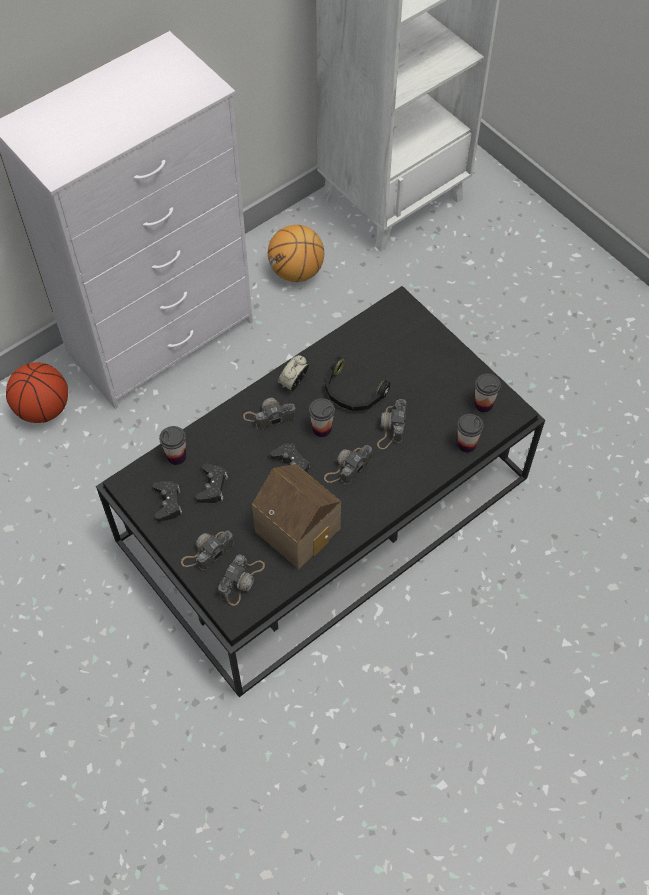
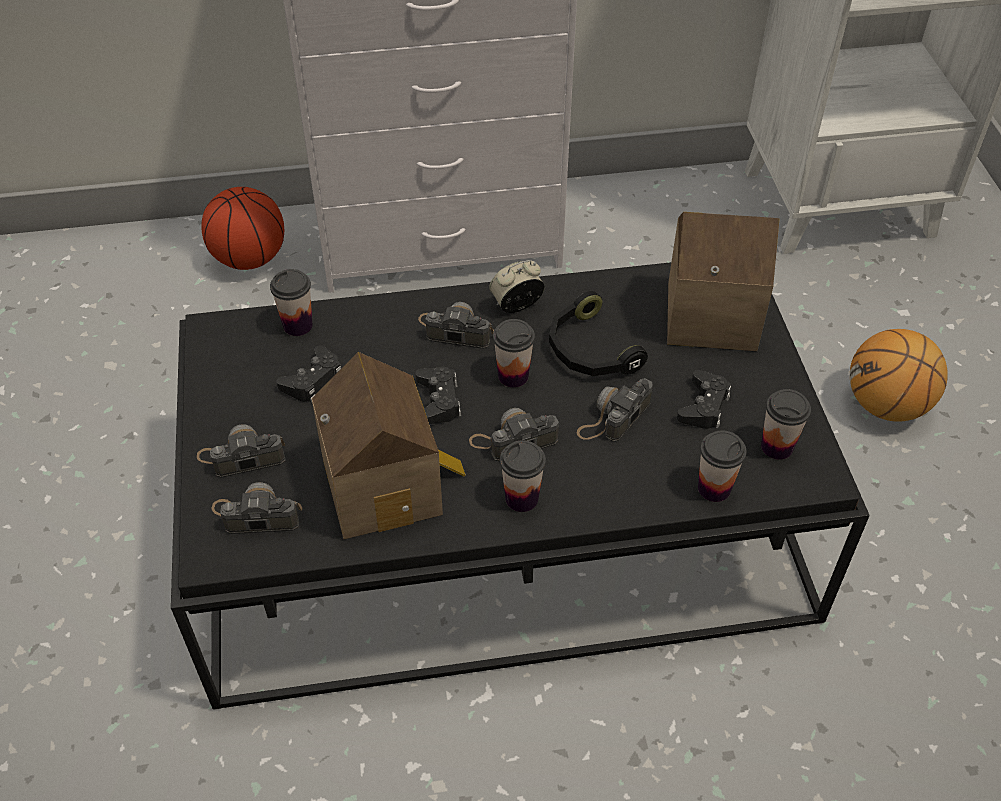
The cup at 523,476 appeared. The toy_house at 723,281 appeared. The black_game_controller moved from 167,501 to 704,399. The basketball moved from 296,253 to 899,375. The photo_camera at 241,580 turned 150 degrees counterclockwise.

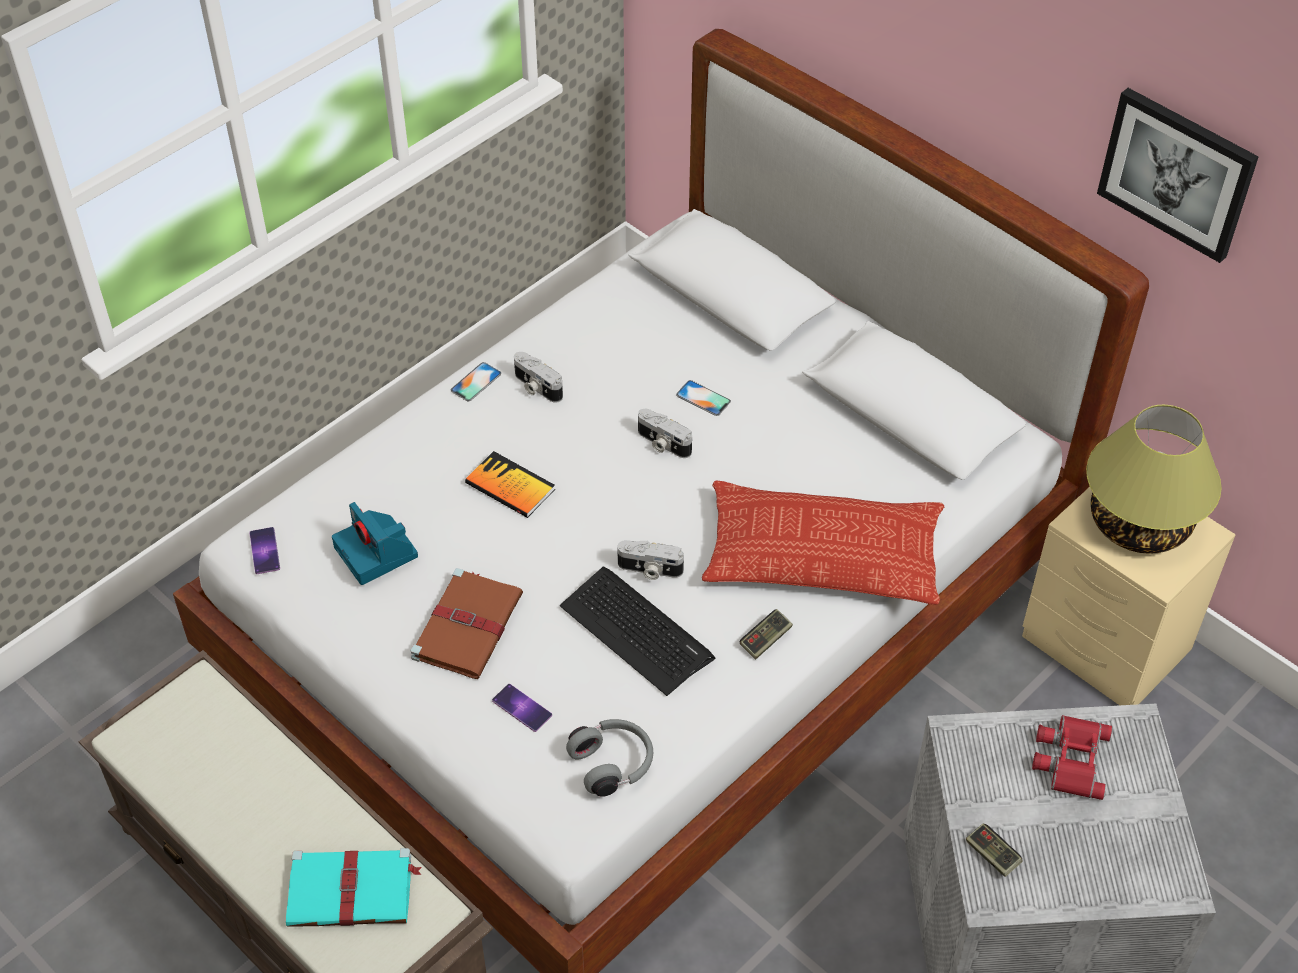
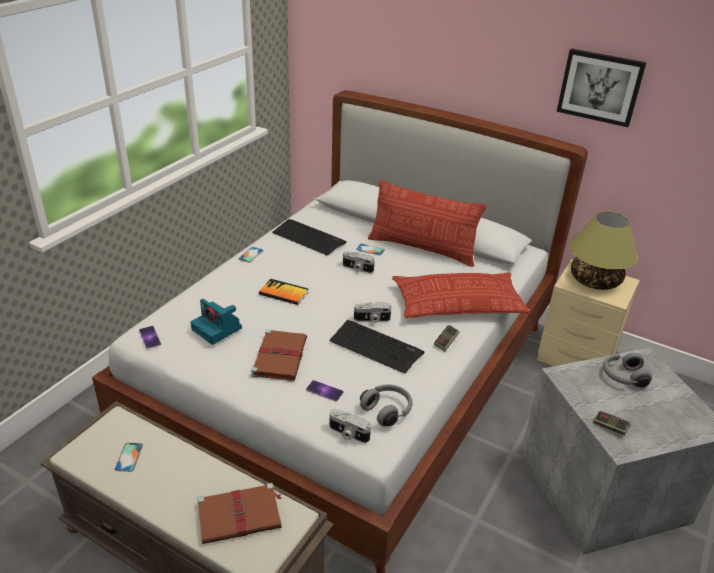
The phone at 129,457 appeared. The keyboard at 309,237 appeared. The pillow at 427,223 appeared. The photo_camera moved from 538,377 to 350,426. The red_binoculars at 1072,757 was replaced by the grey_headphones at 627,370. The turquoise_book at 354,887 became the brown_book at 239,513.

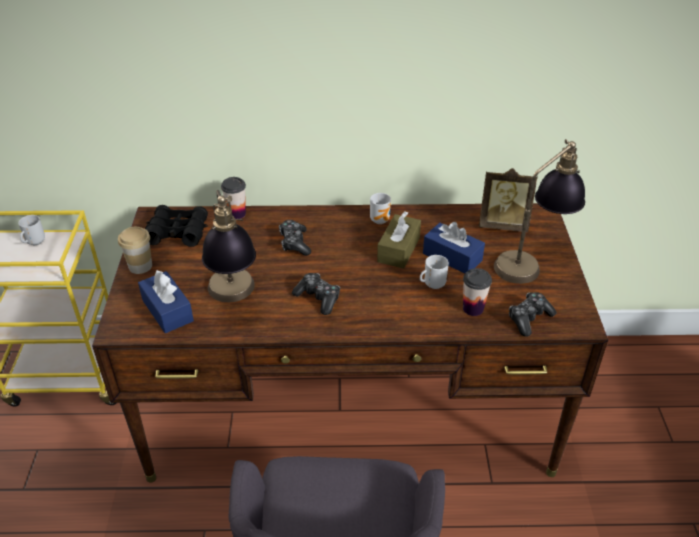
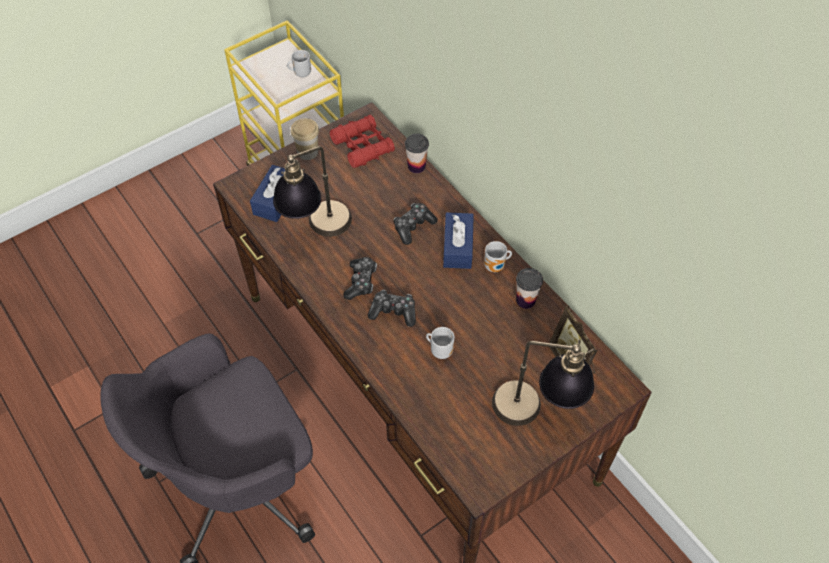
The brown_tissue_box at 399,240 disappeared. The blue_tissue_box moved from 454,247 to 458,240. The cup moved from 477,292 to 529,288. The game_controller moved from 533,314 to 392,308. The black_binoculars at 176,226 became the red_binoculars at 362,141.

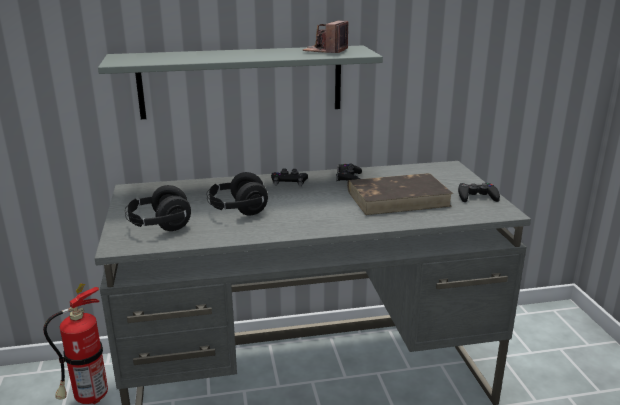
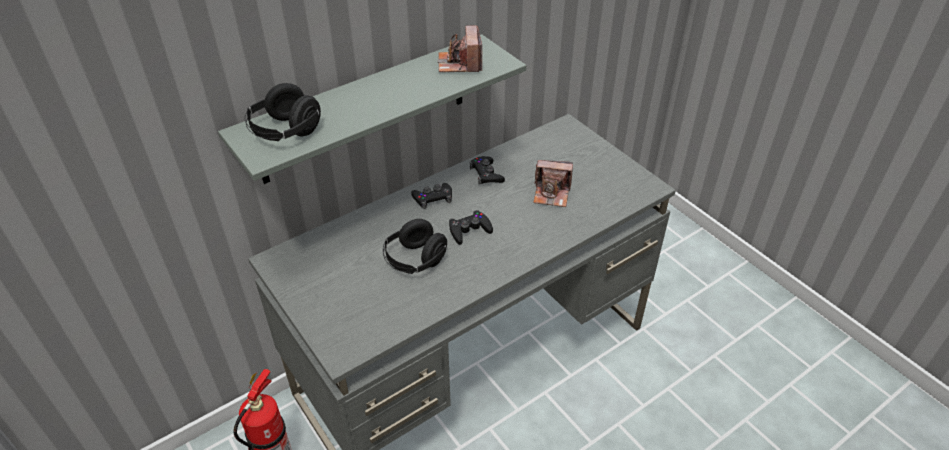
The black_headphones moved from 158,208 to 283,112. The black_game_controller moved from 479,192 to 471,227. The brown_book at 400,194 was replaced by the photo_camera at 553,183.

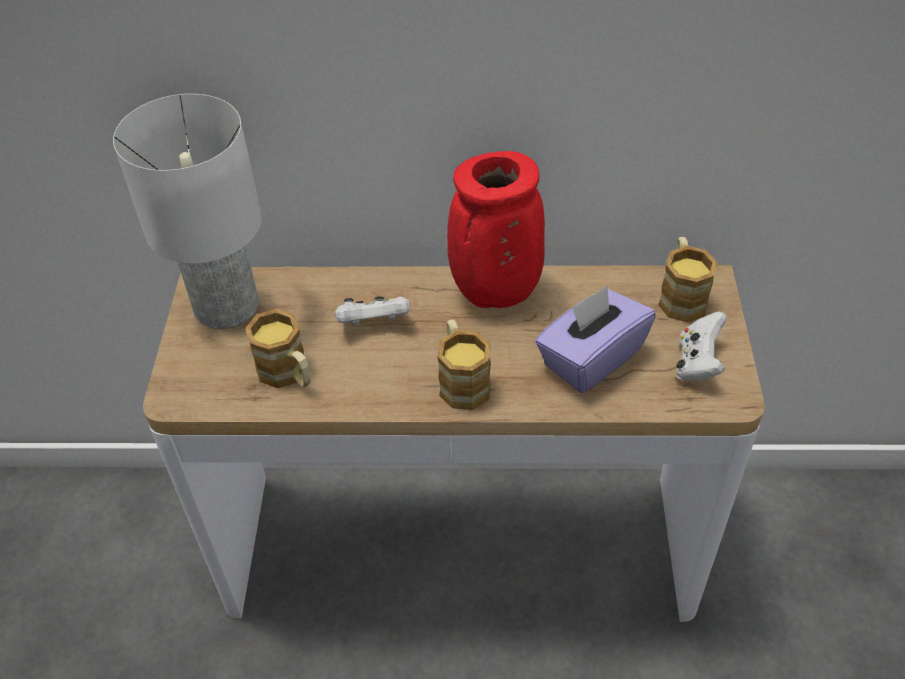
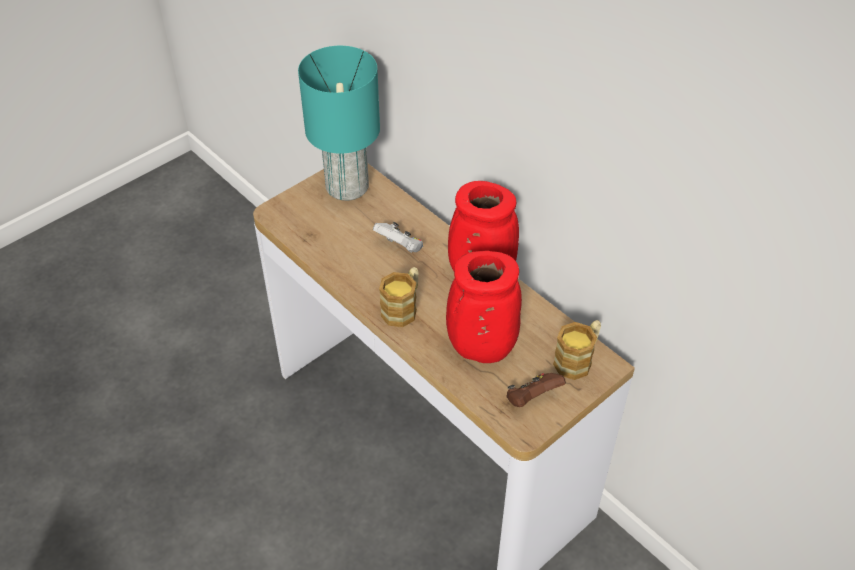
The mug at 278,348 disappeared. The purple_tissue_box at 595,339 was replaced by the red_vase at 484,307. The white_table_lamp at 187,211 became the turquoise_table_lamp at 339,123. The white_game_controller at 701,347 became the brown_game_controller at 536,390.

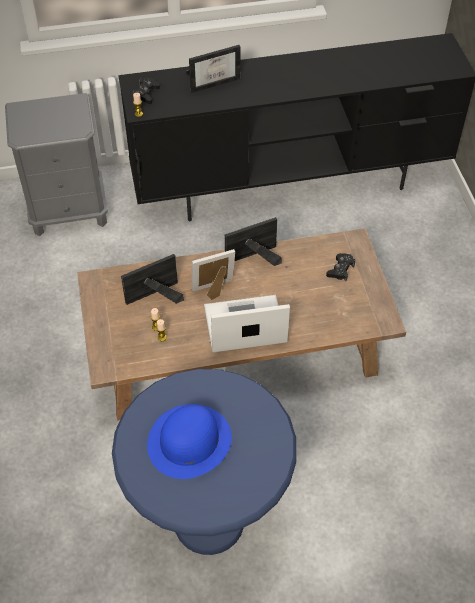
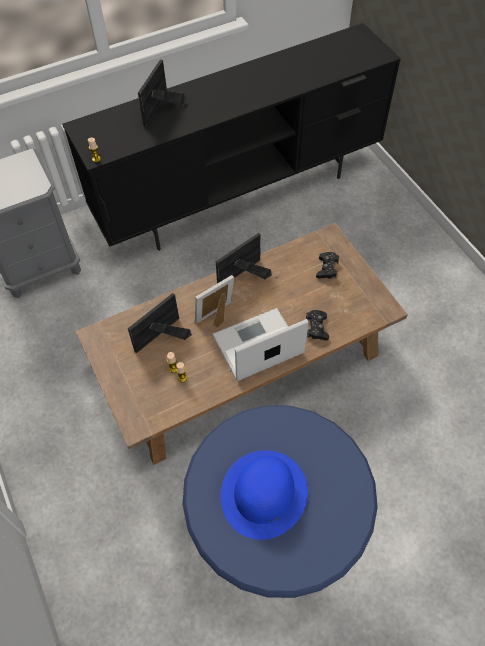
The black_game_controller moved from 146,90 to 317,325. The picture_frame at 213,69 turned 150 degrees clockwise.

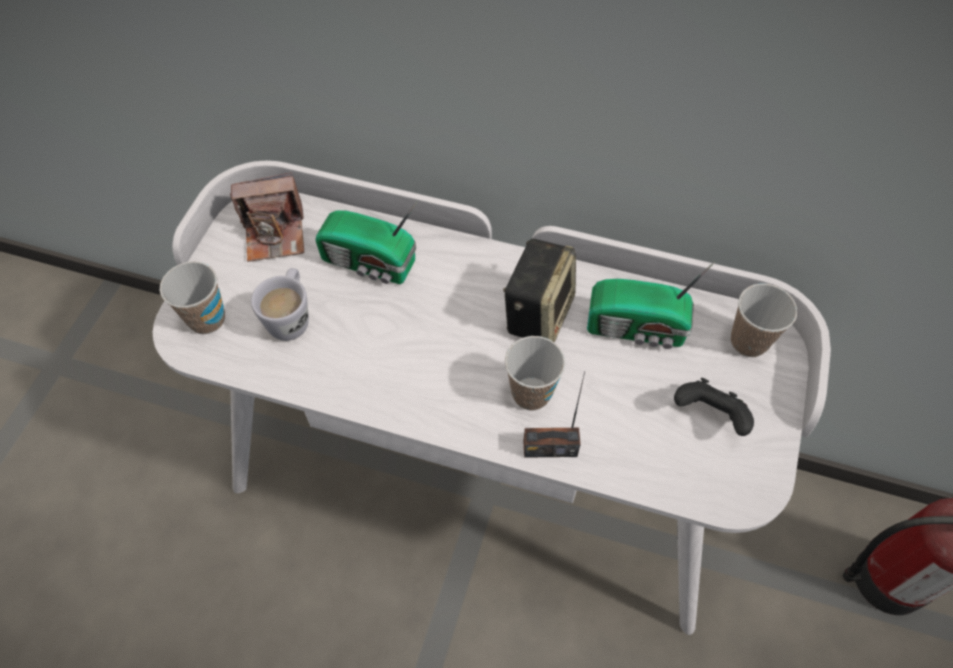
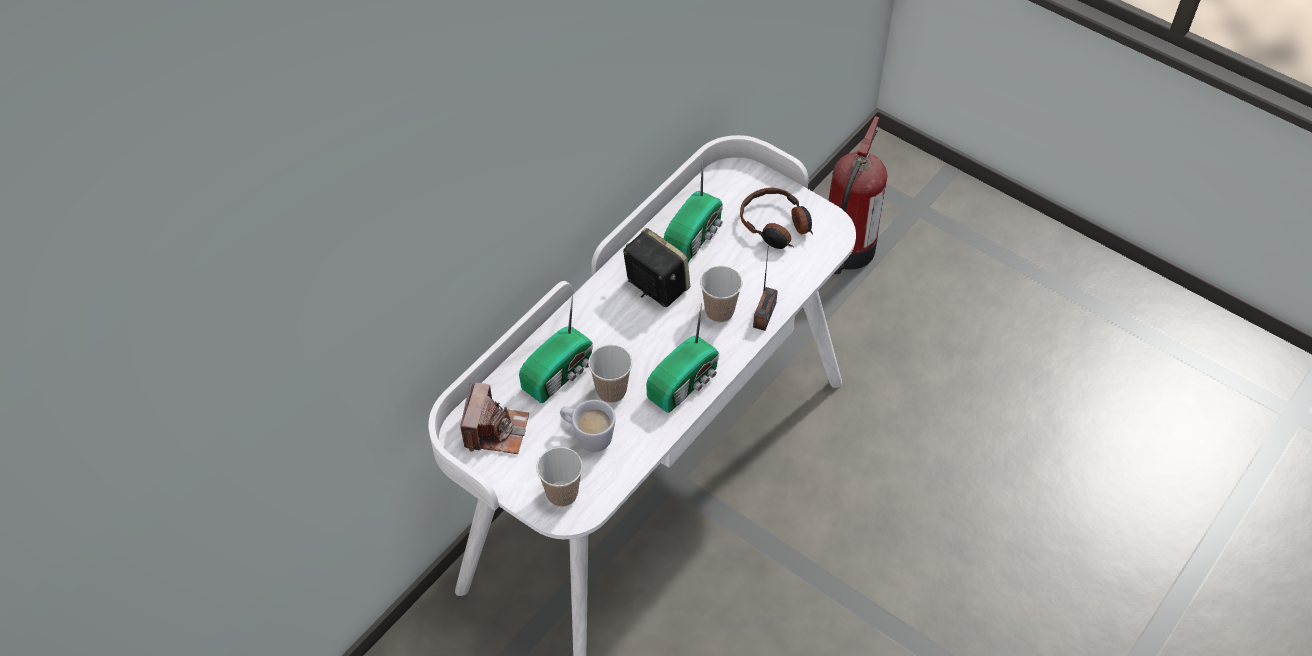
The radio at 682,358 appeared. The cup moved from 764,320 to 610,374. The black_game_controller at 714,407 was replaced by the headphones at 776,218.

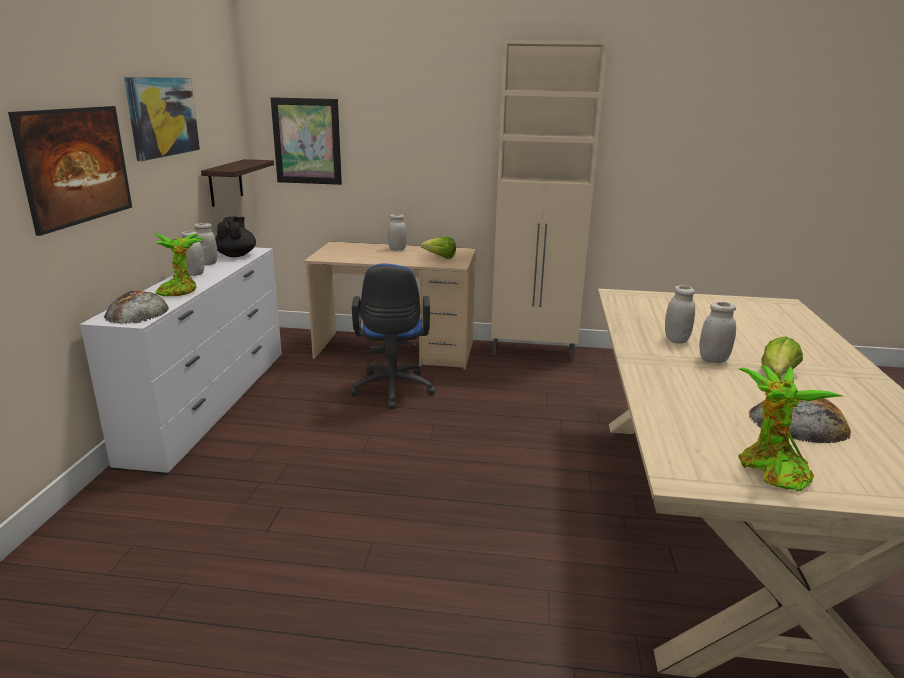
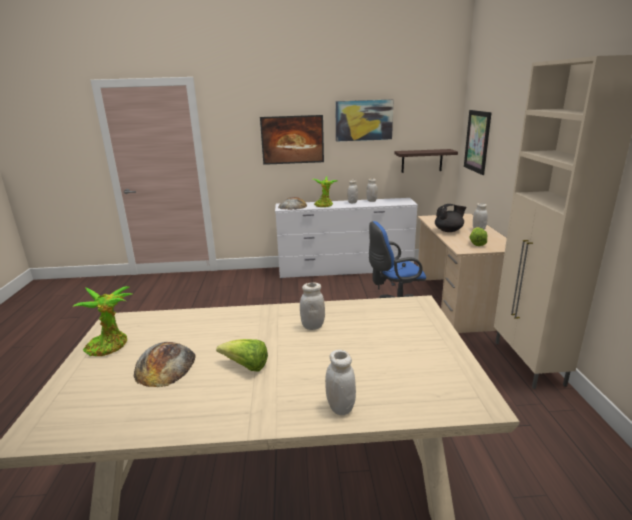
The black_teapot moved from 235,237 to 450,218. The white_jar moved from 717,332 to 340,382.

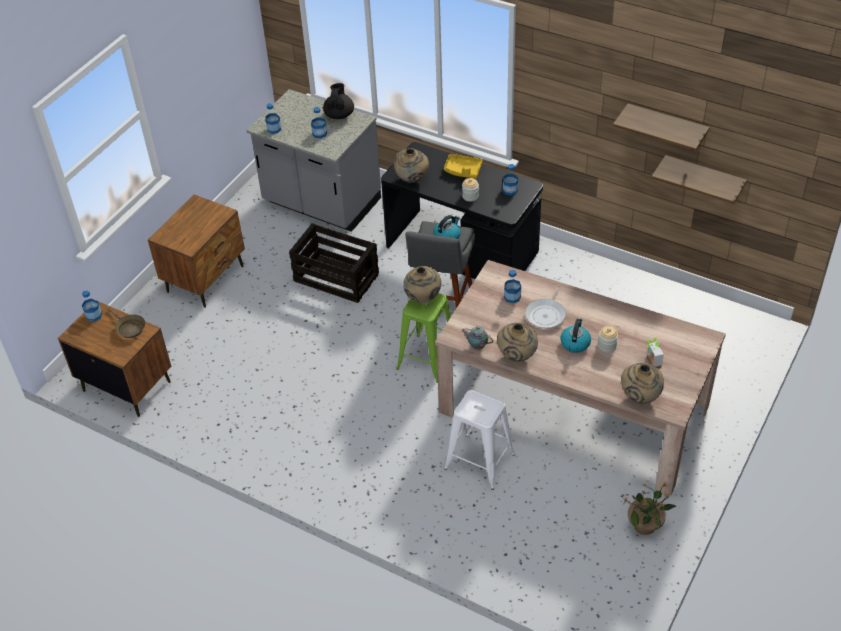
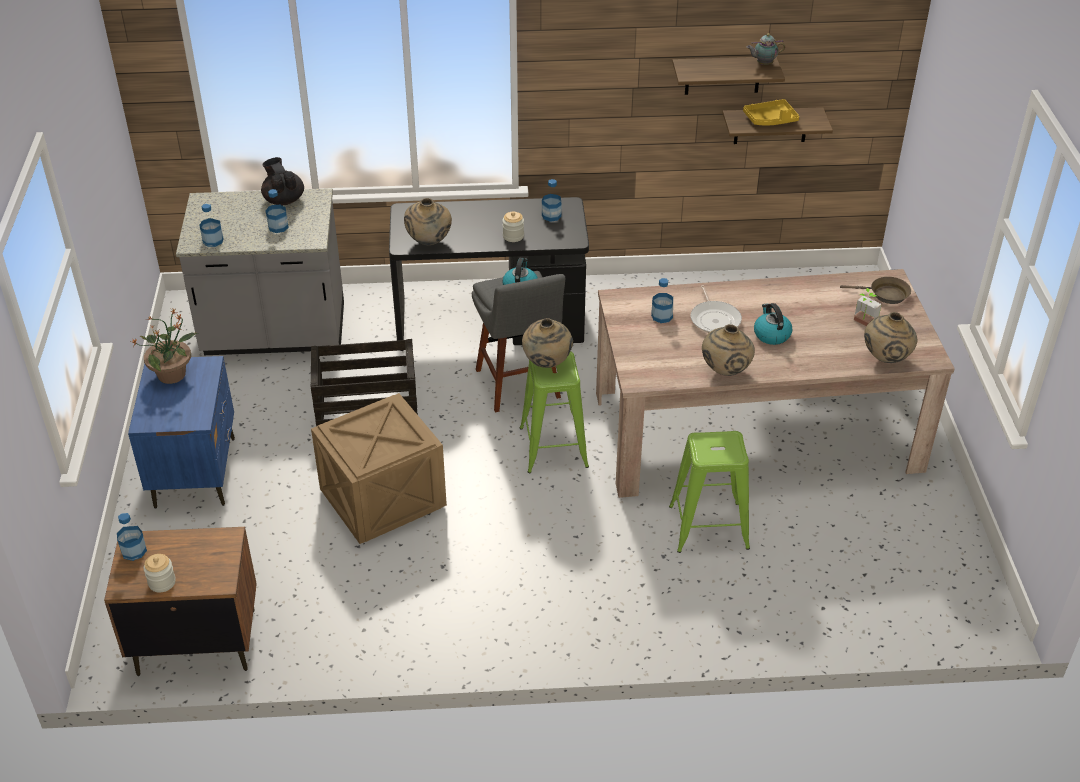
The crate at 379,468 appeared. The brown_frying_pan moved from 126,323 to 875,290. The yellow_tray moved from 463,166 to 771,112. The teapot moved from 477,338 to 766,49. The jar moved from 608,339 to 160,573. The potted_plant moved from 649,508 to 164,346. The brown_nightstand at 196,251 became the blue_nightstand at 181,432. The white_stool at 479,440 became the green_stool at 709,492.

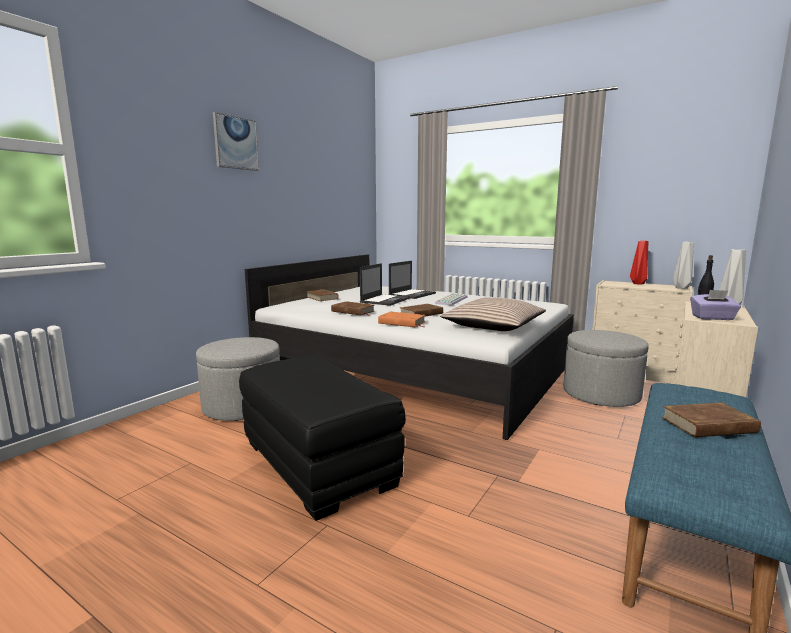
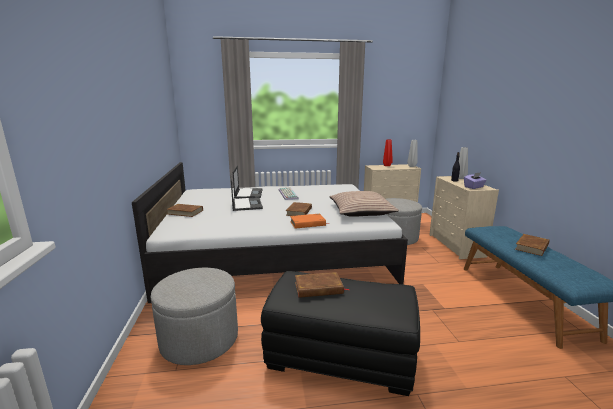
The picture at 236,141 disappeared. The brown_book moved from 352,308 to 322,285.

